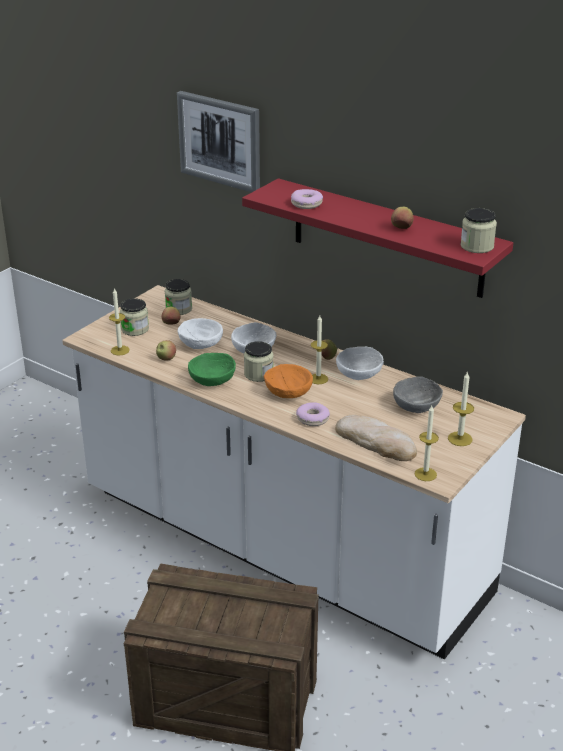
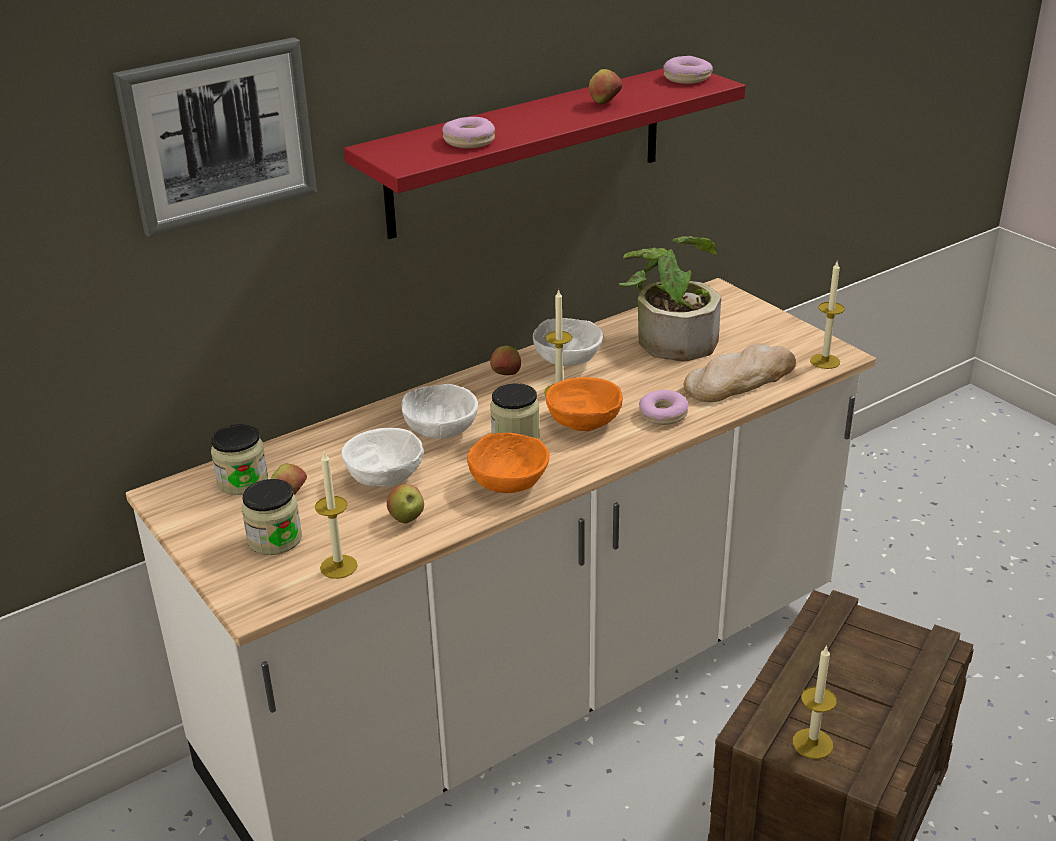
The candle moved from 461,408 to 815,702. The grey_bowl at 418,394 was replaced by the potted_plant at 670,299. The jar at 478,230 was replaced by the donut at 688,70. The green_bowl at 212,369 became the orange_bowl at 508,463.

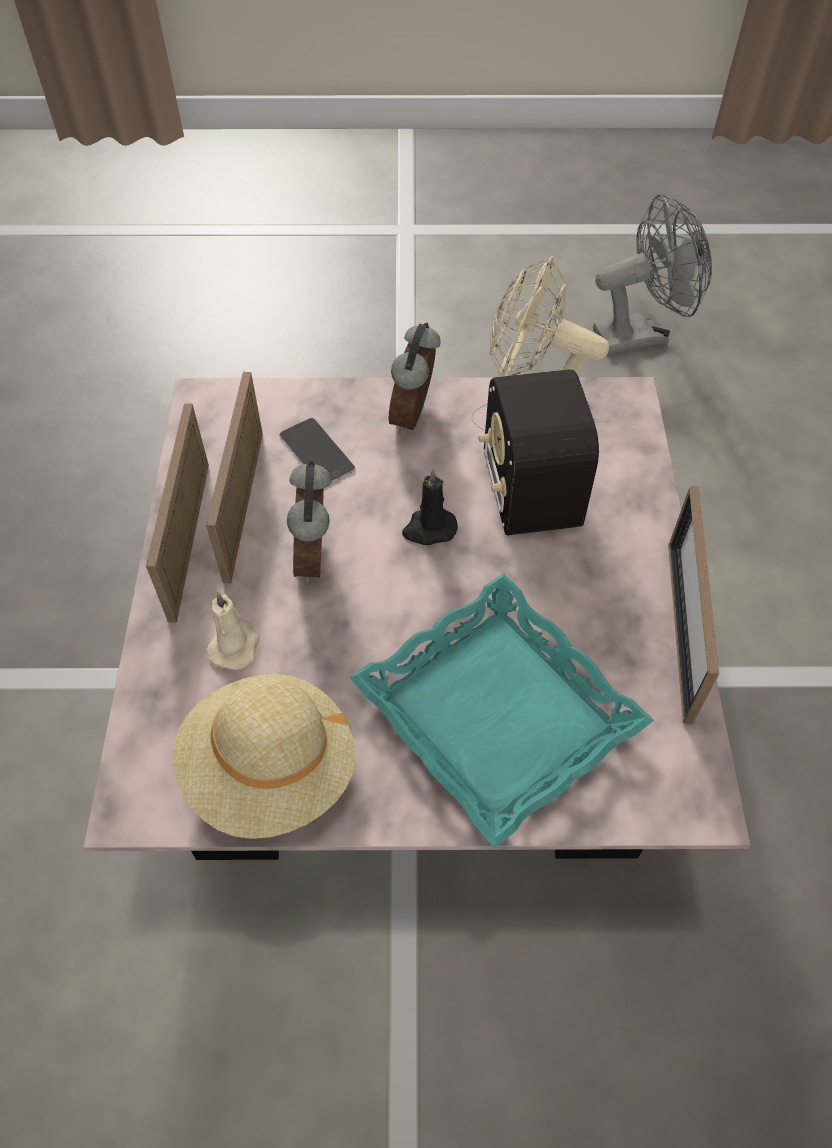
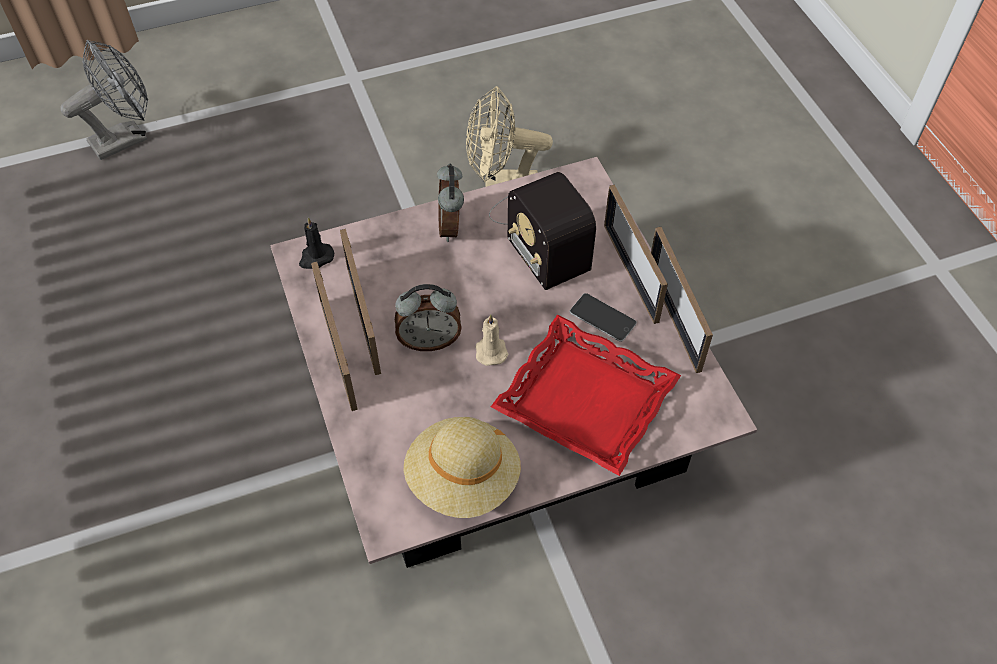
The picture_frame at 636,254 appeared. The beige_candle moved from 232,631 to 491,340. The phone moved from 317,450 to 603,317. The black_candle moved from 430,507 to 316,243. The grey_fan moved from 652,274 to 104,100. The turquoise_tray at 501,710 became the red_tray at 586,395. The alarm_clock at 309,522 turned 75 degrees counterclockwise.

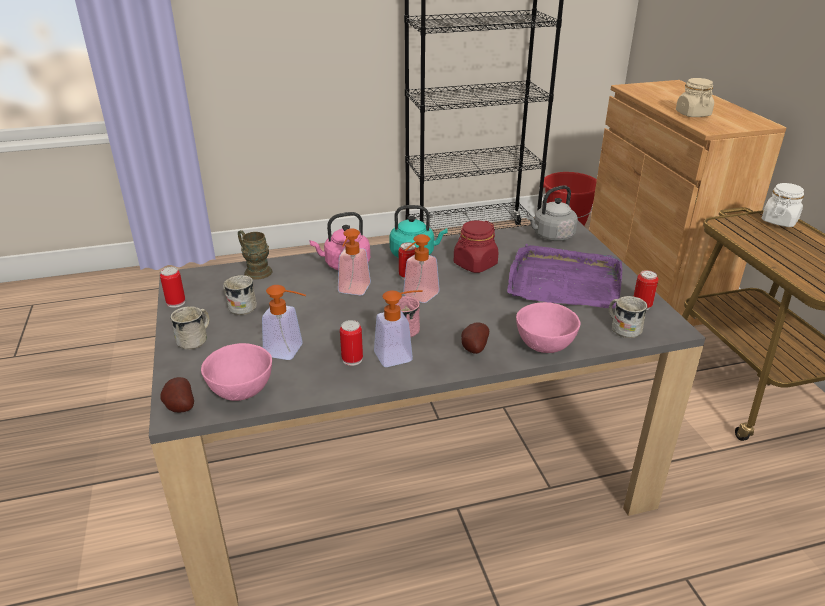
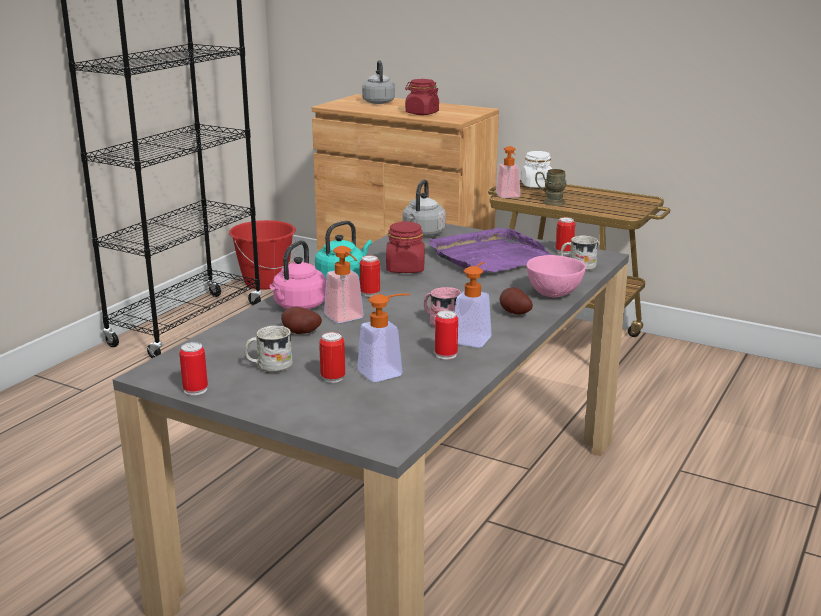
The white_mug at 189,328 disappeared. The pink_bowl at 236,372 disappeared. The can at 332,357 appeared. The grey_kettle at 378,82 appeared. The potato moved from 177,395 to 301,320. The brown_mug moved from 255,255 to 551,187. The soap_dispenser moved from 421,268 to 508,172. The beige_jar at 695,97 became the red_jar at 422,97.

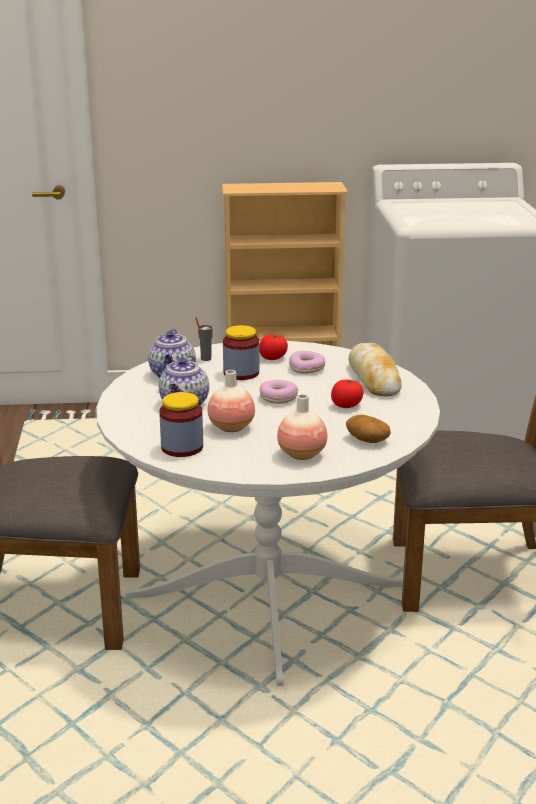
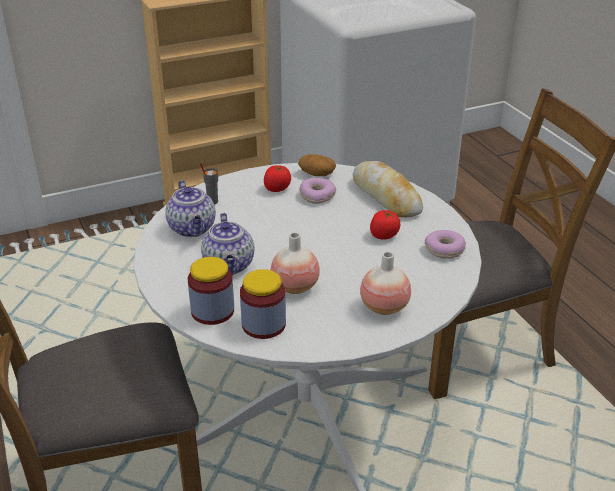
The jar moved from 241,352 to 211,291. The donut moved from 279,392 to 445,244. The potato moved from 368,429 to 317,165.

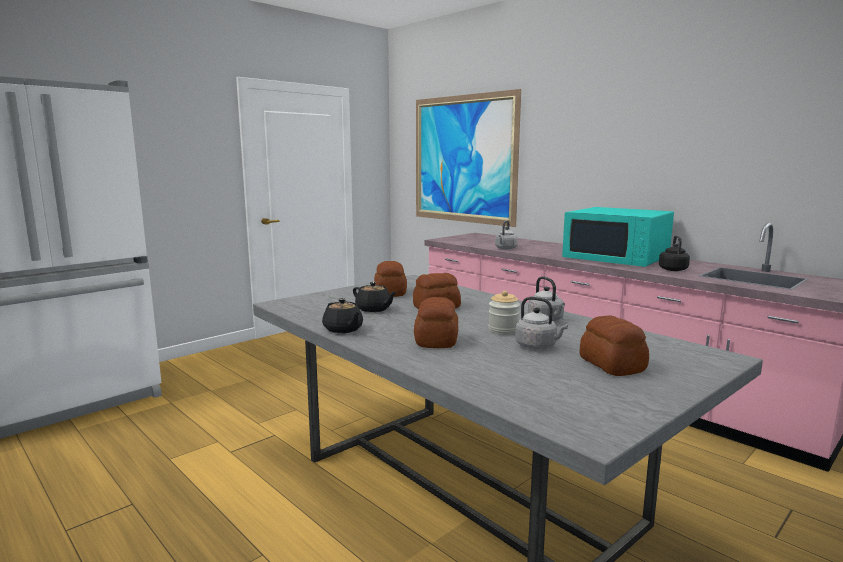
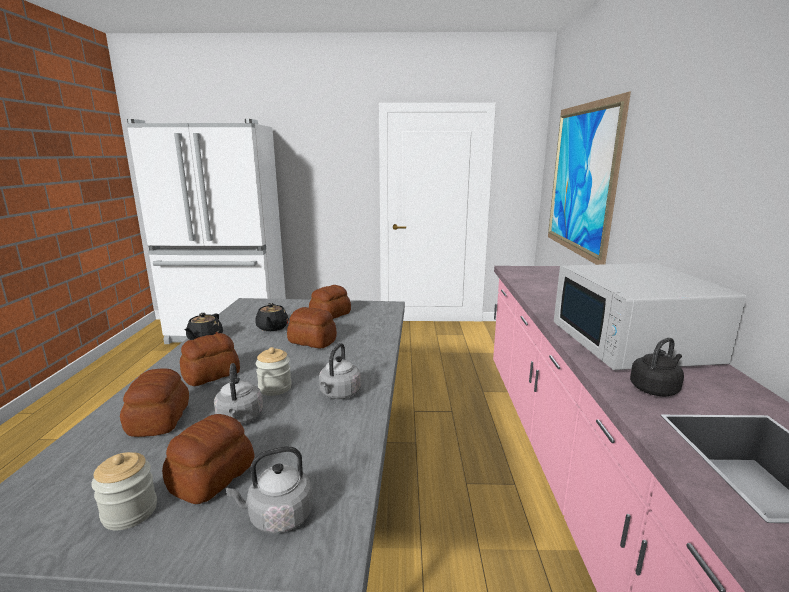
The jar at 124,491 appeared. The bread at 154,402 appeared. The grey_kettle moved from 506,235 to 269,490. The turquoise_microwave at 618,237 became the white_microwave at 650,316.

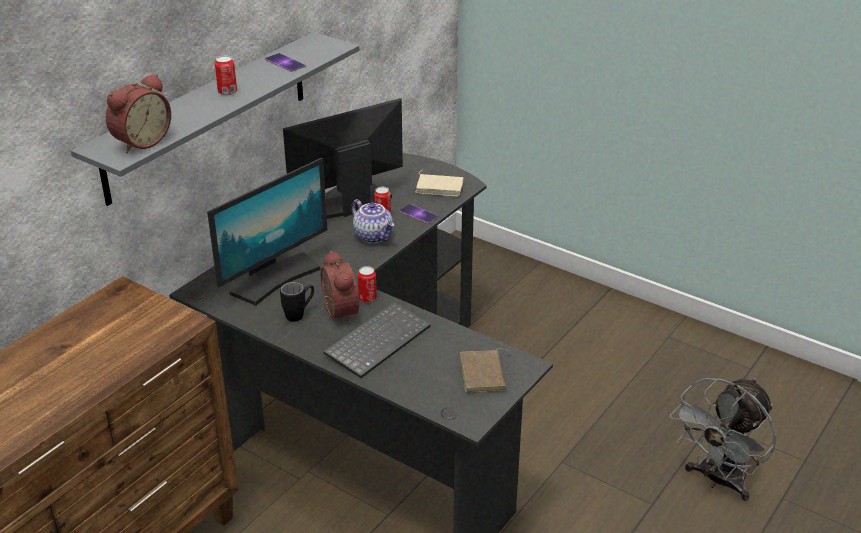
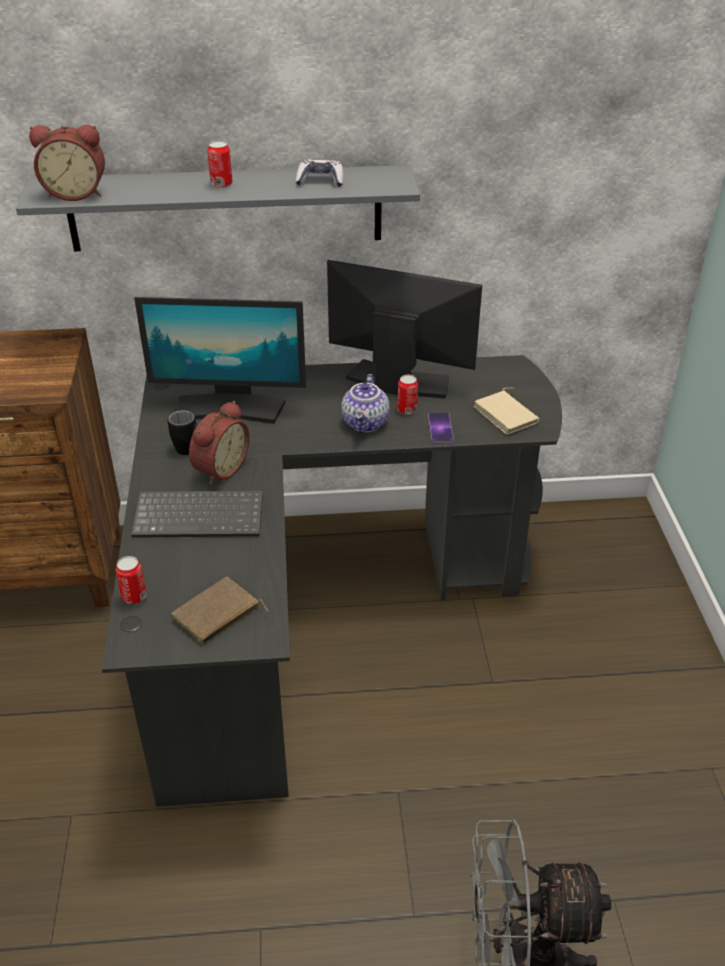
The can moved from 367,284 to 131,580. The phone at 285,62 was replaced by the game_controller at 319,173.

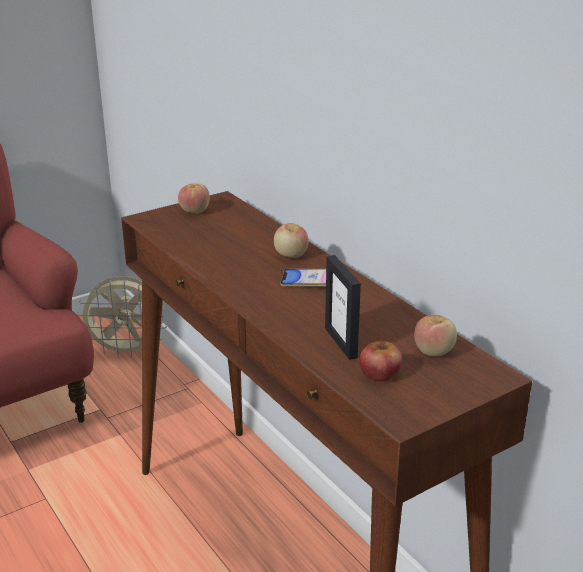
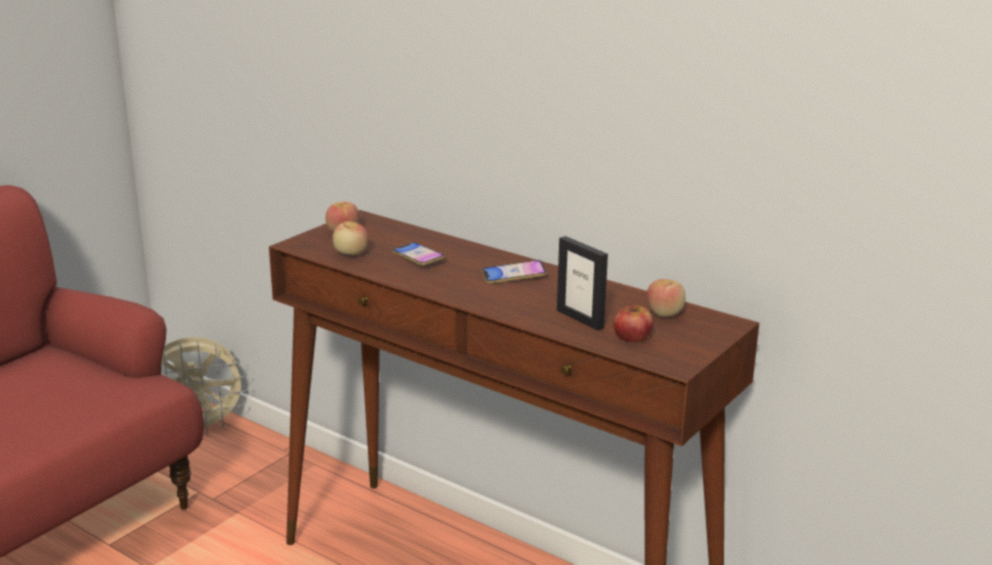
The phone at 418,254 appeared. The apple moved from 291,240 to 350,238.

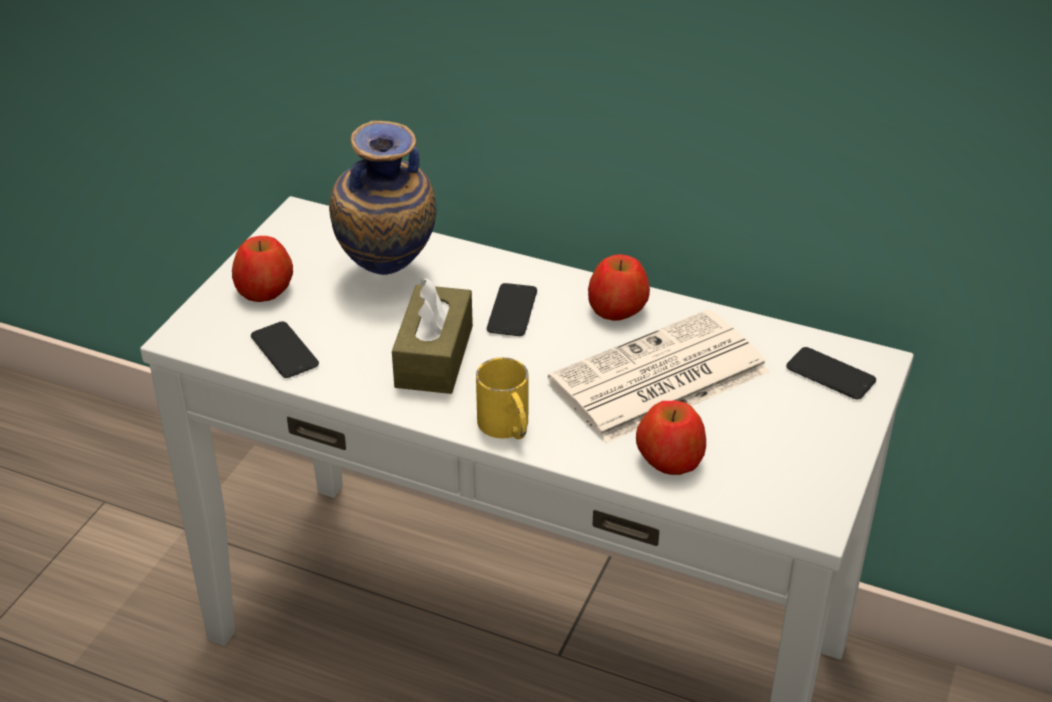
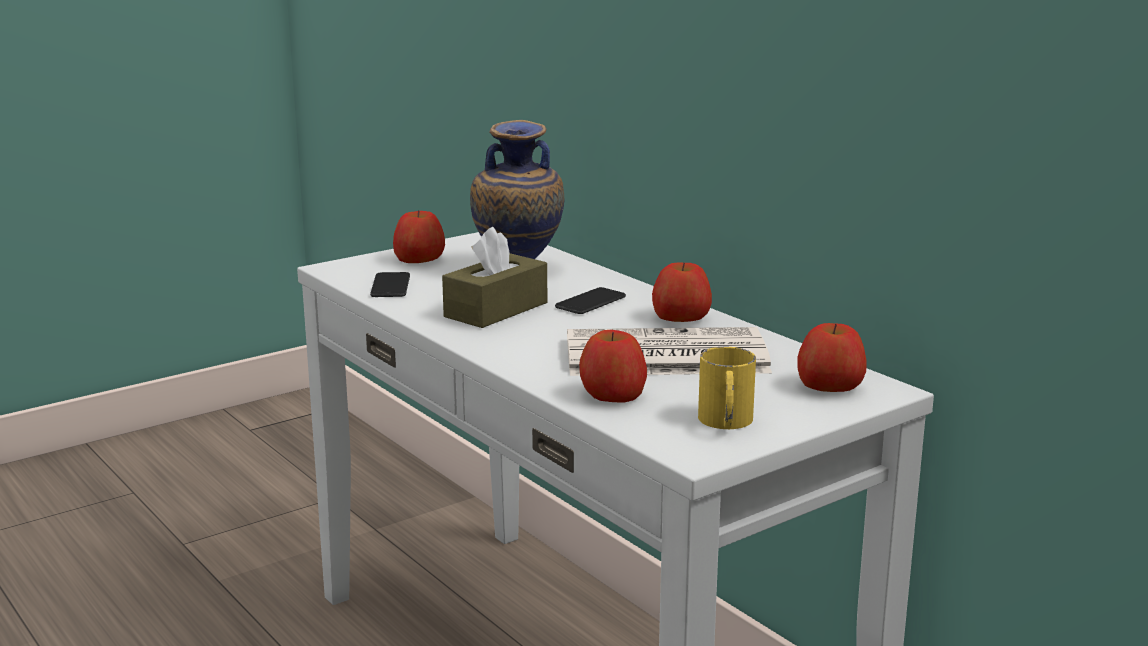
The yellow_mug moved from 502,398 to 727,388. The phone at 831,373 was replaced by the apple at 832,357.

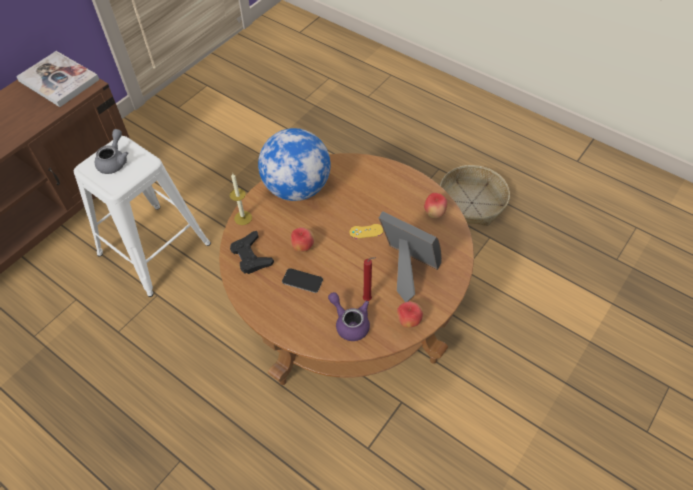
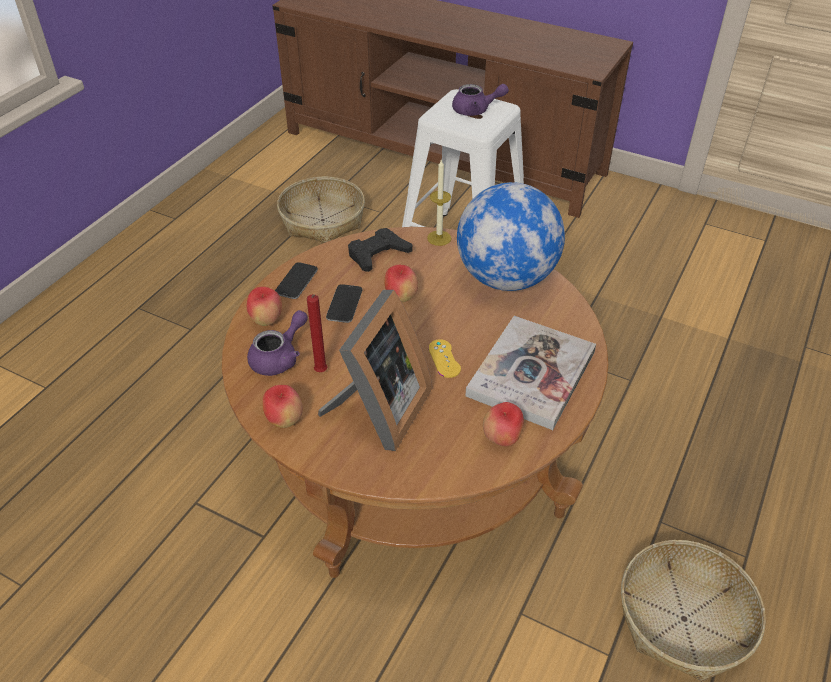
The apple at 264,306 appeared. The phone at 296,280 appeared. The basket at 321,210 appeared. The book moved from 57,79 to 530,373. The grey_teapot at 111,151 became the purple_teapot at 480,100.

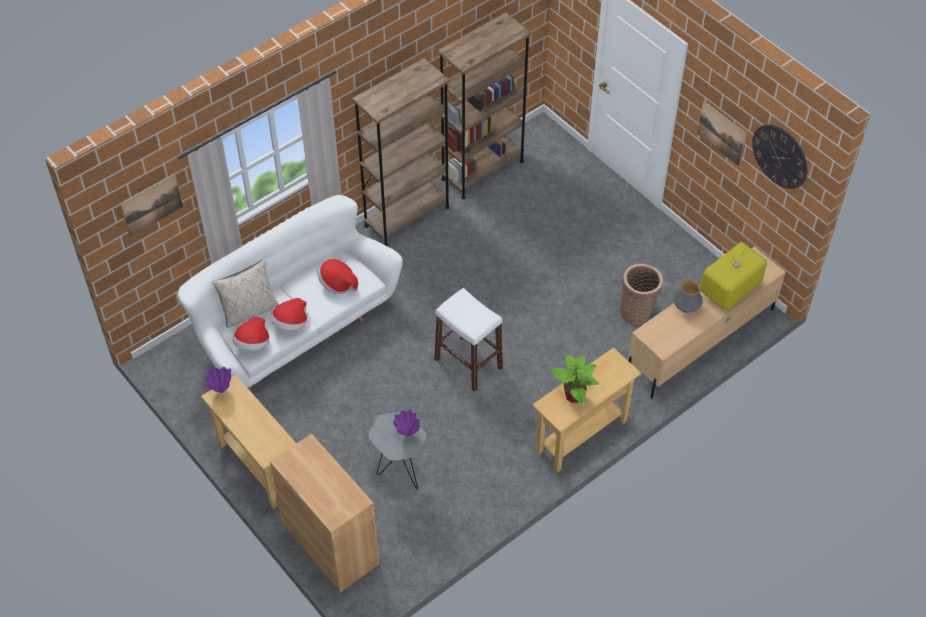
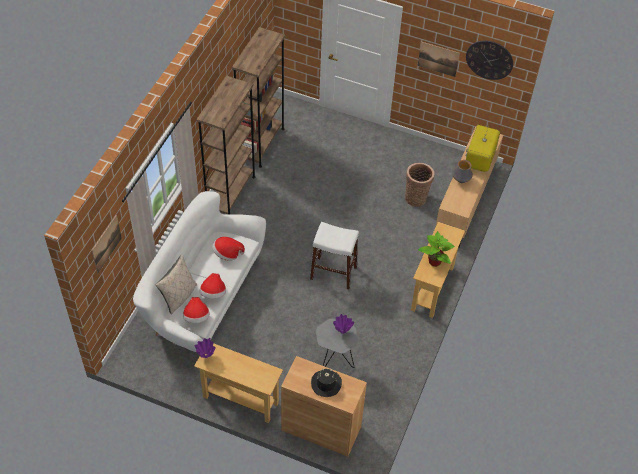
The black_hat at 326,383 appeared.

